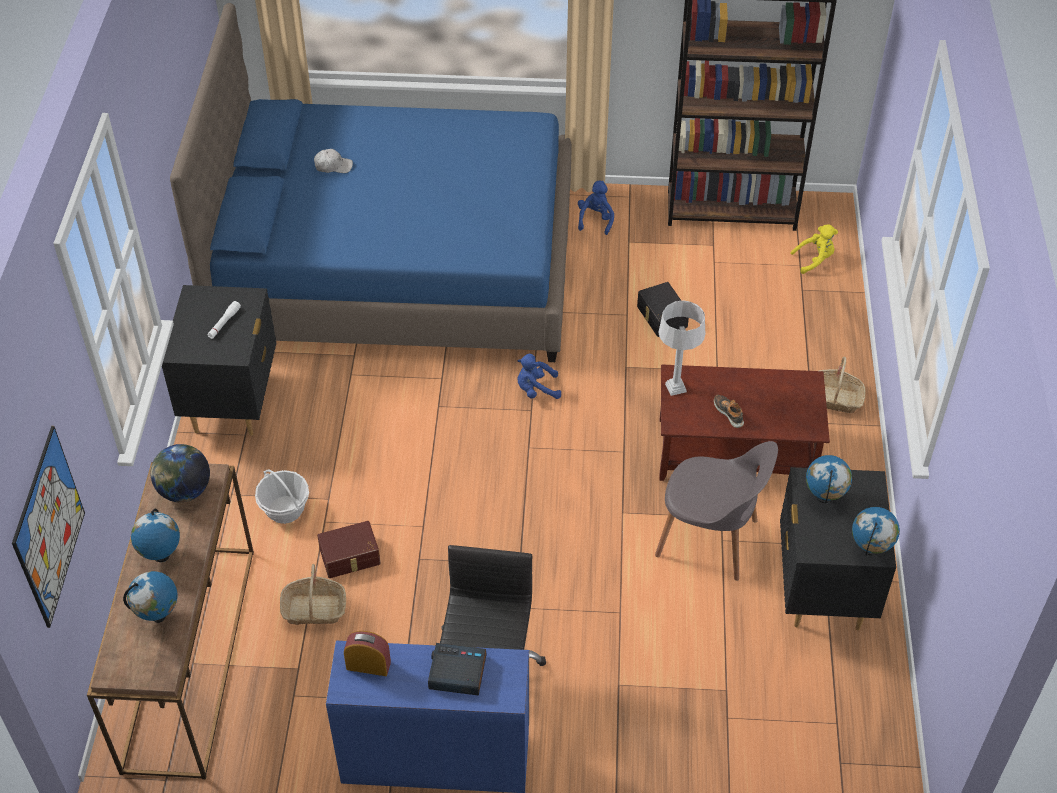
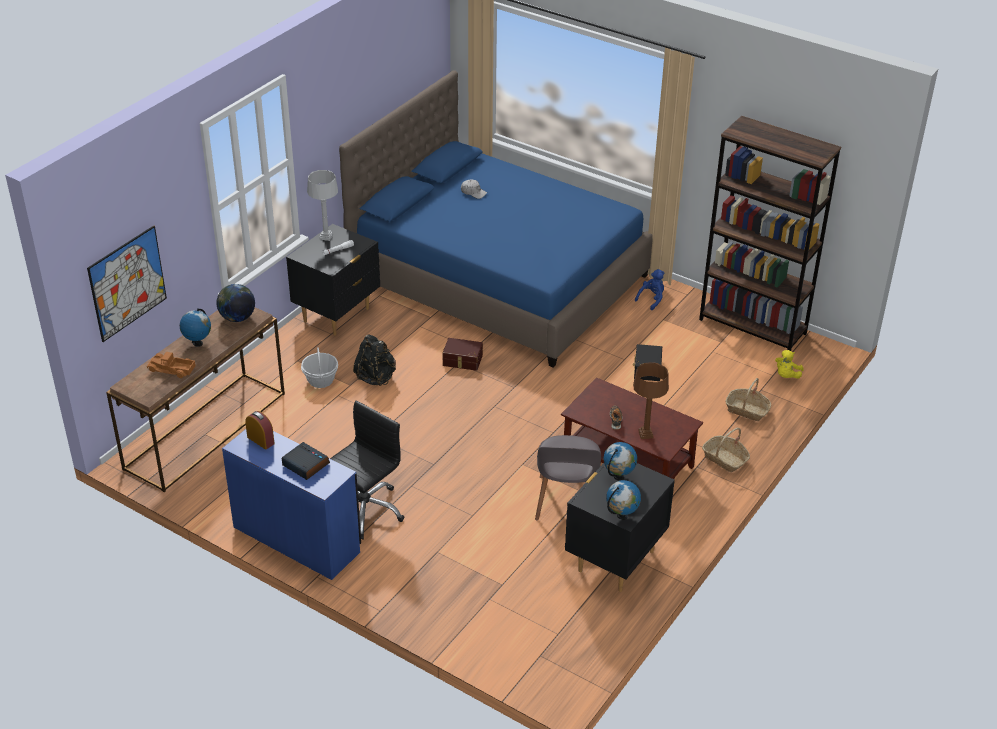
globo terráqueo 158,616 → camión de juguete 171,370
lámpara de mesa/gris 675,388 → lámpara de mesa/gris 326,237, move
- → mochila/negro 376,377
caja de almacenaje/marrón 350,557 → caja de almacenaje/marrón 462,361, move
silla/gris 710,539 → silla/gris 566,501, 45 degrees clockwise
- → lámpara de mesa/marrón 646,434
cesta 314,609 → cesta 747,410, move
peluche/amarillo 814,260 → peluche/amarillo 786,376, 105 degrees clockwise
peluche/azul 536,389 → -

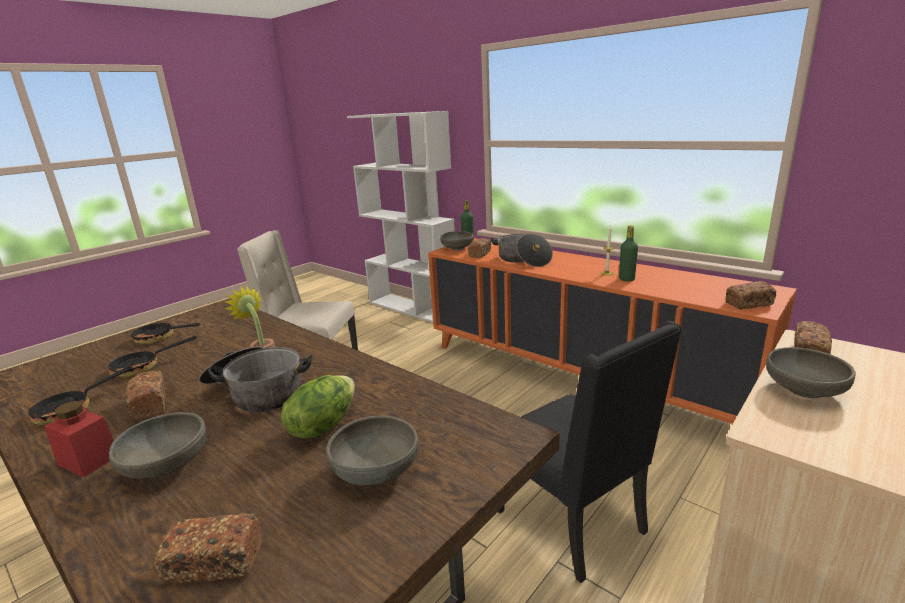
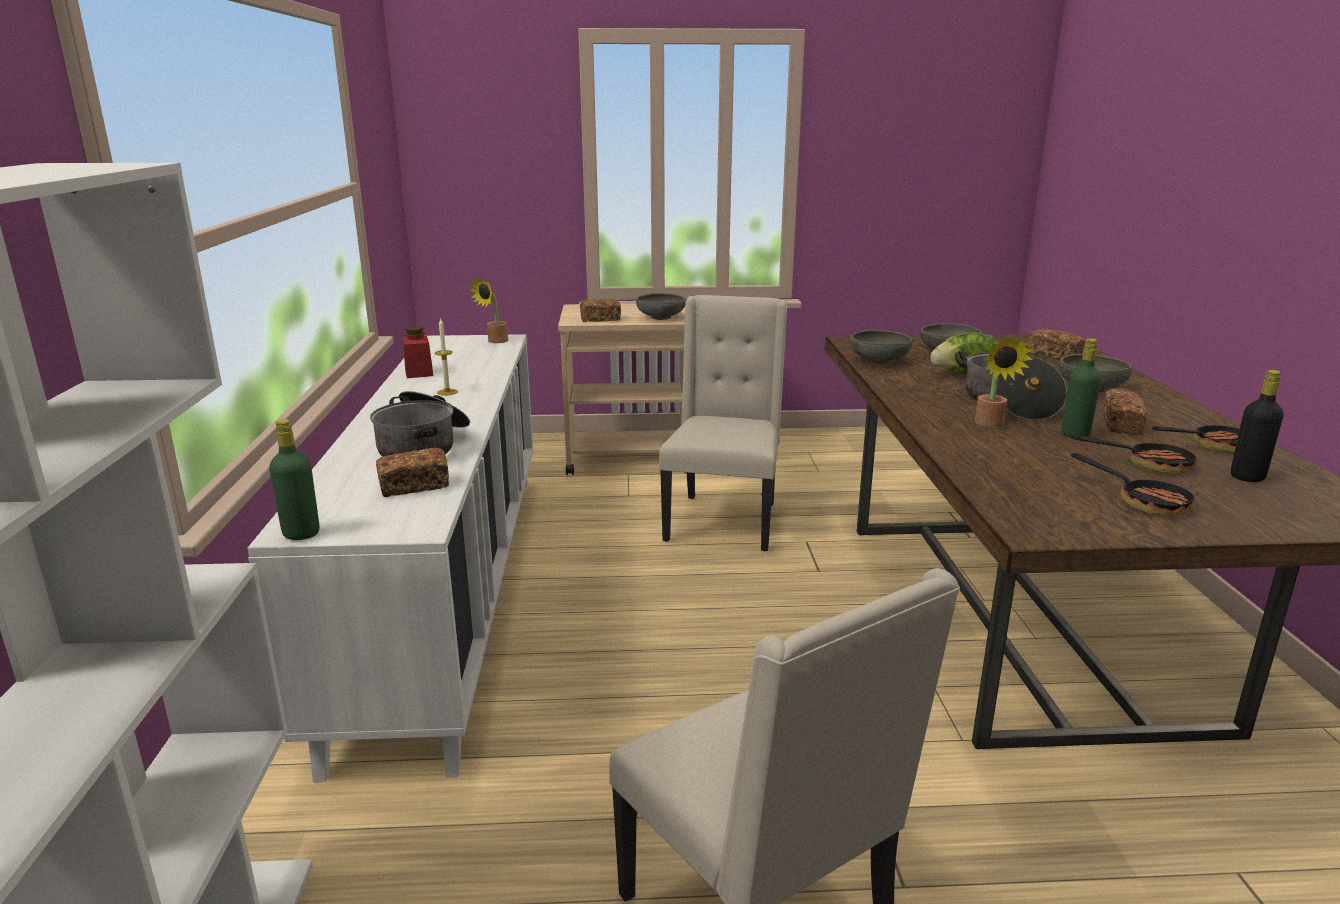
armario/naranja 578,376 → armario/blanco 448,592
tarro/rojo 89,460 → tarro/rojo 419,372, move
pan 749,304 → planta en maceta 494,341
silla/negro 573,522 → silla/beis 723,521
cuenco/gris 457,248 → cuenco/gris 879,360, move
botella/verde 626,279 → botella/verde 1075,434, move
- → botella/negro 1247,477

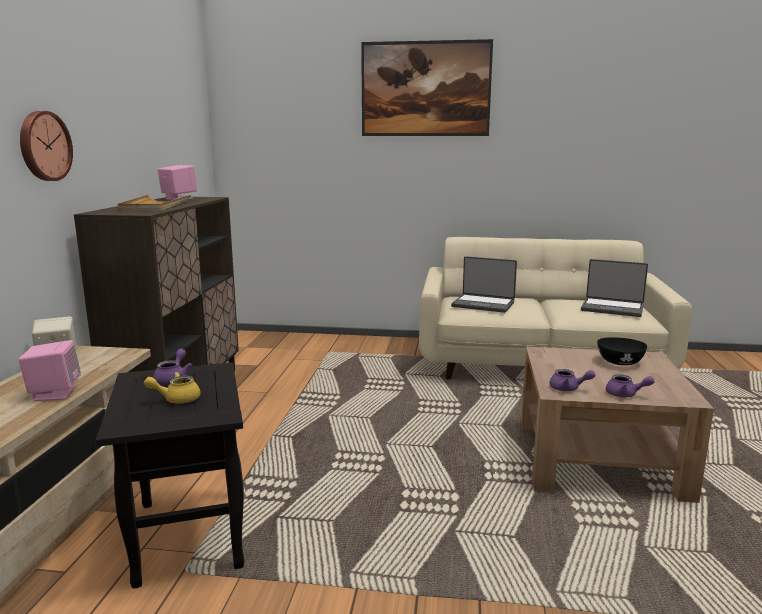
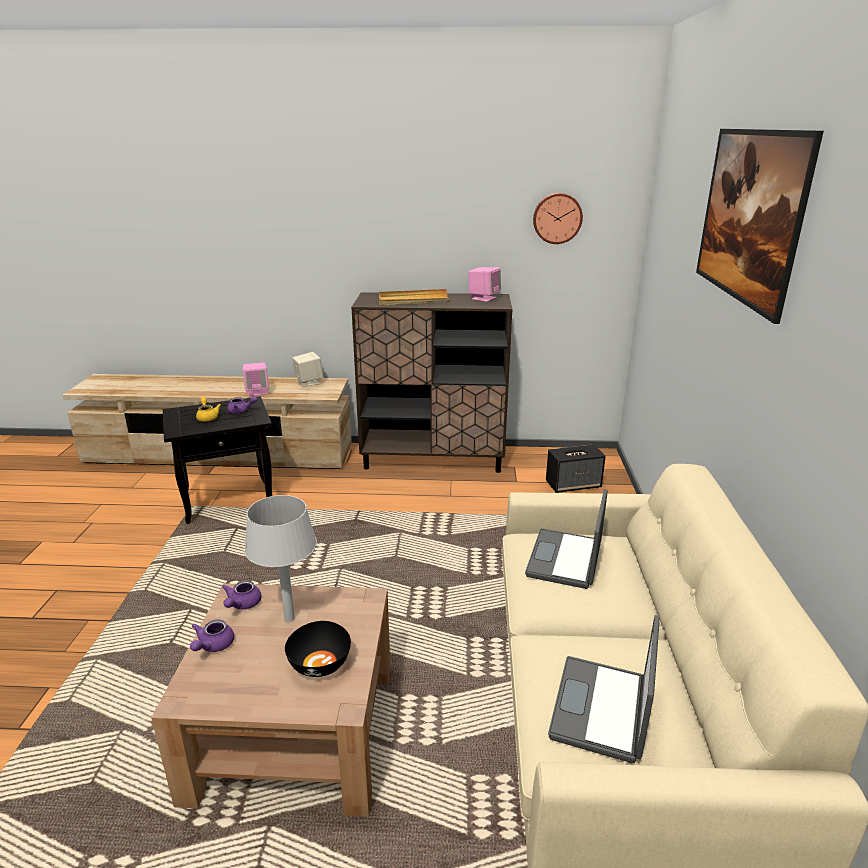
- → lámpara de mesa/gris 289,618
reloj de pared 43,146 → reloj de pared 557,218, move
- → altavoz 573,485

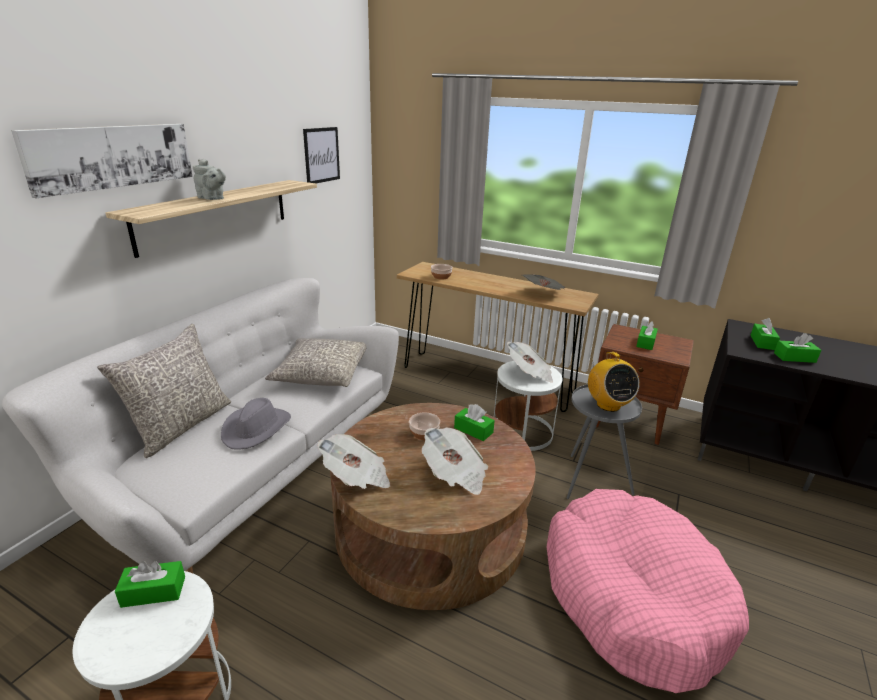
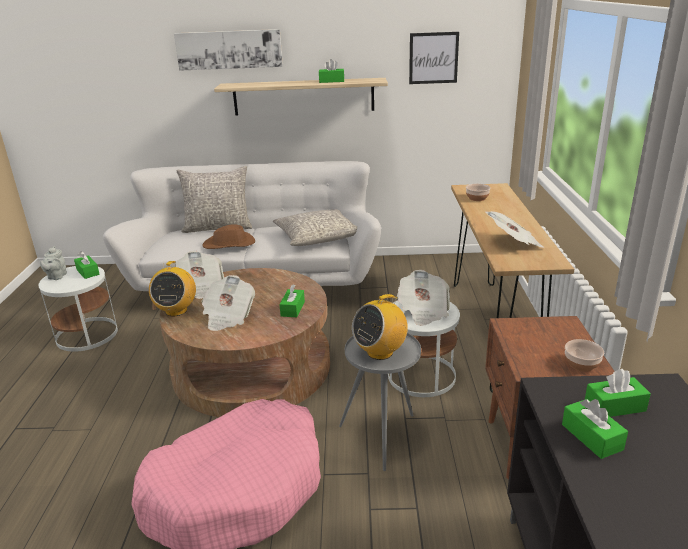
tetera/gris 212,198 → tetera/gris 56,277, move
- → radio 176,310
sombrero/gris 256,429 → sombrero/marrón 229,244
caja de pañuelos/verde 645,343 → caja de pañuelos/verde 331,81, move
cuenco 424,433 → cuenco 581,364, move

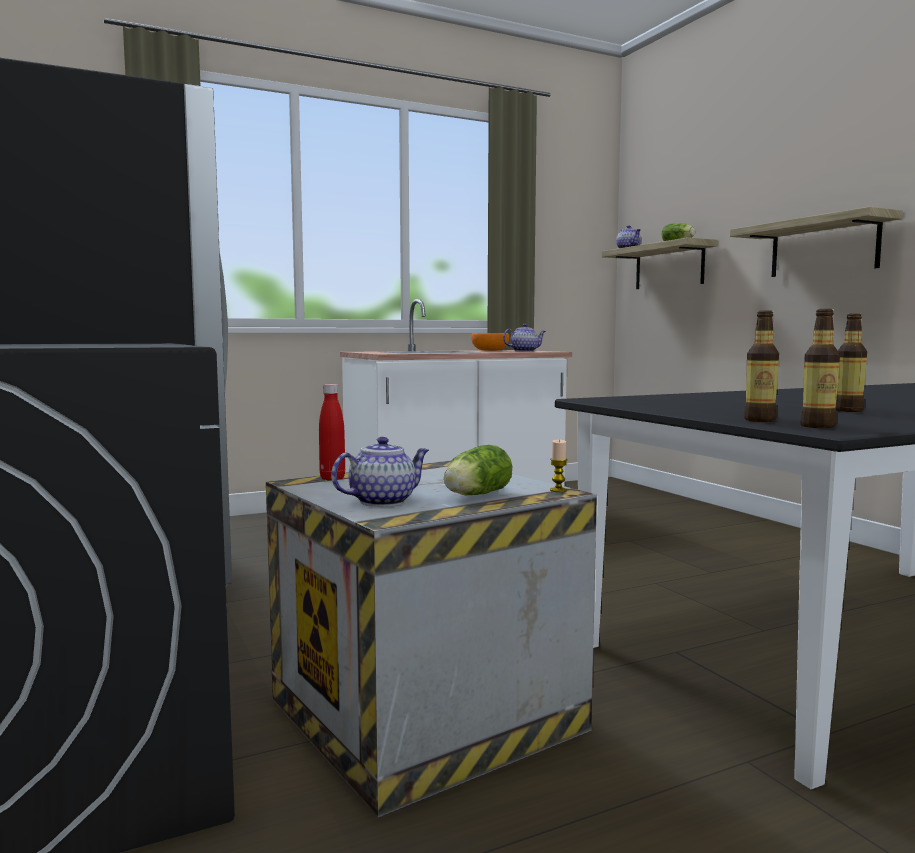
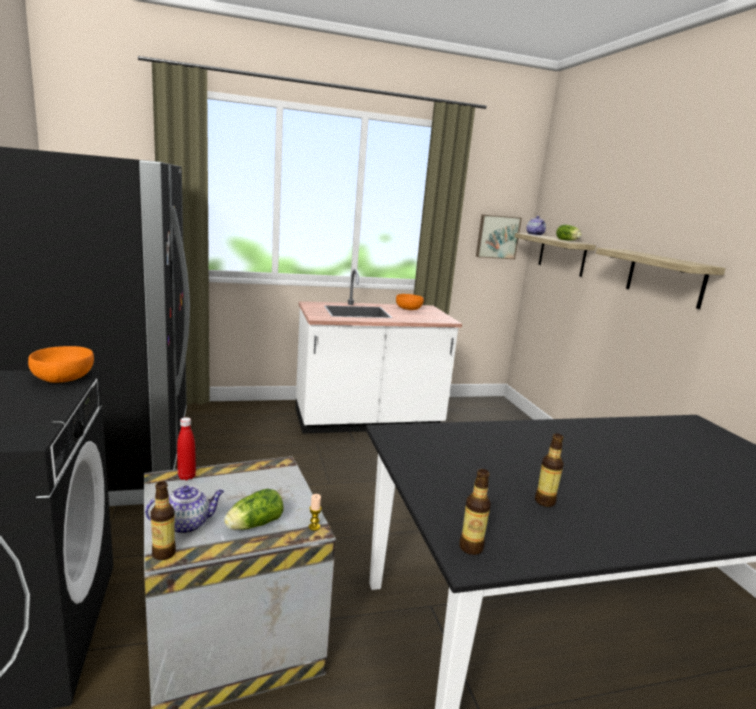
- → cuenco/naranja 64,378
botella 760,420 → botella 164,553, move
- → cuadro 497,237
tetera 524,351 → -

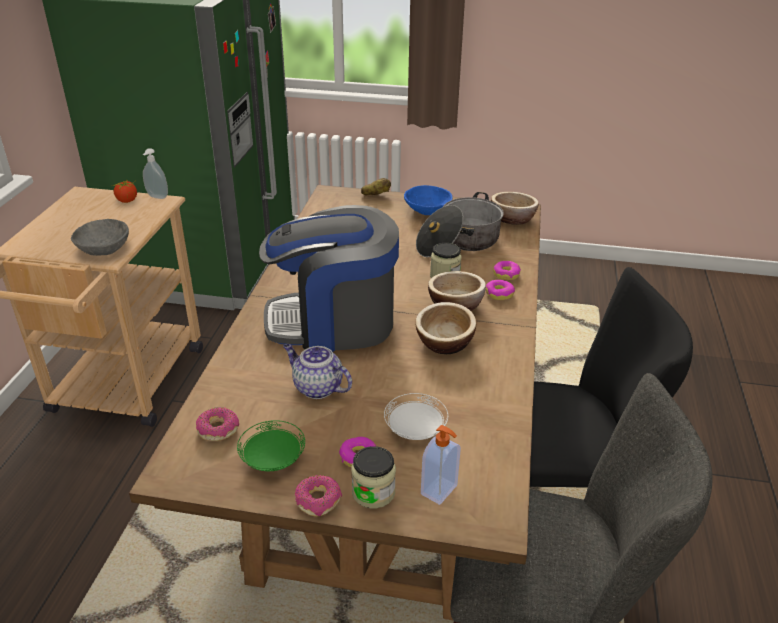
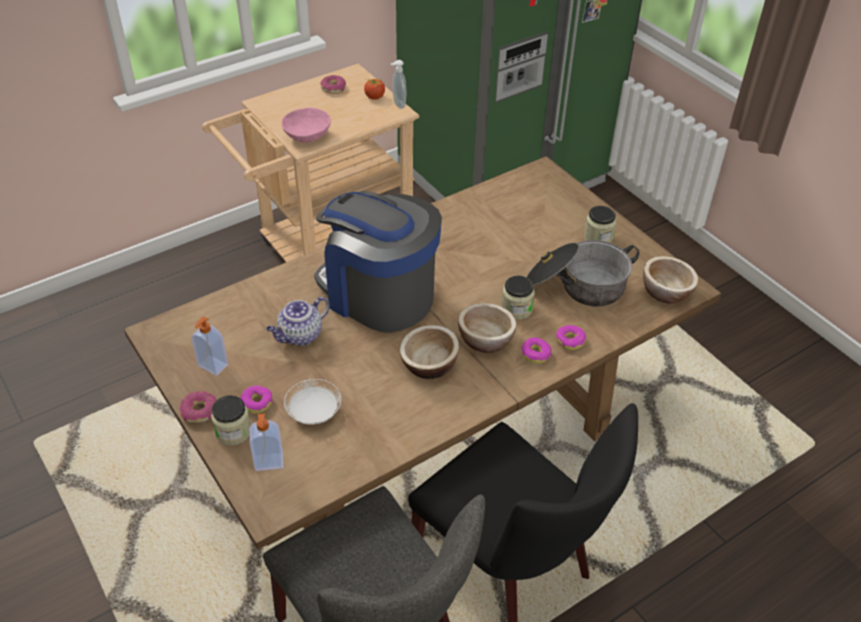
plato/verde 273,459 → dispensador de jabón 212,366
tetera 316,387 → tetera 300,336, 120 degrees counterclockwise
cuenco/gris 104,249 → cuenco/rosa 308,136
rosquilla 218,429 → rosquilla 333,88, move
cuenco/azul 426,212 → tarro 598,237
patata 376,195 → -

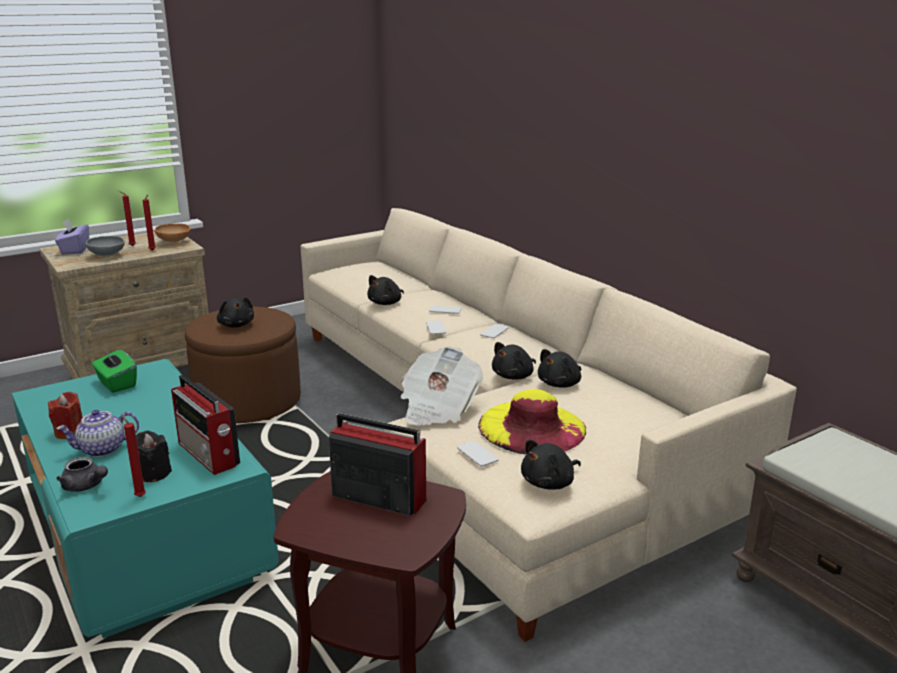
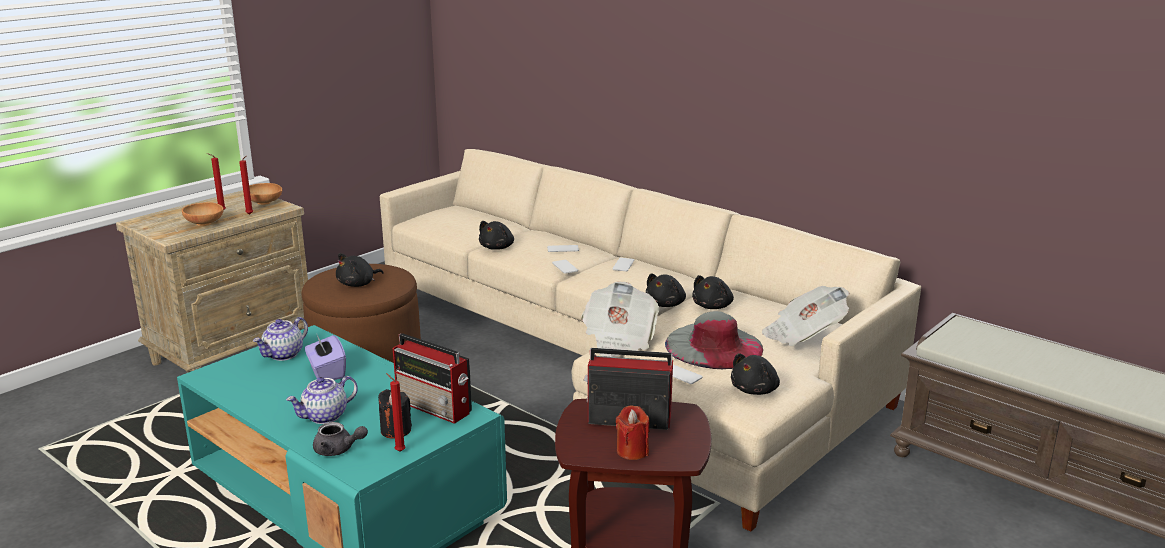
cuenco/gris 107,256 → cuenco/marrón 205,224
caja de pañuelos/verde 116,384 → tetera 283,355
caja de pañuelos/morado 74,250 → caja de pañuelos/morado 327,372, move
peluche/negro 236,325 → peluche/negro 358,284, 90 degrees clockwise
vela/rojo 70,432 → vela/rojo 632,451, move
sombrero/amarillo 532,427 → sombrero/gris 714,346
- → periódico 803,335

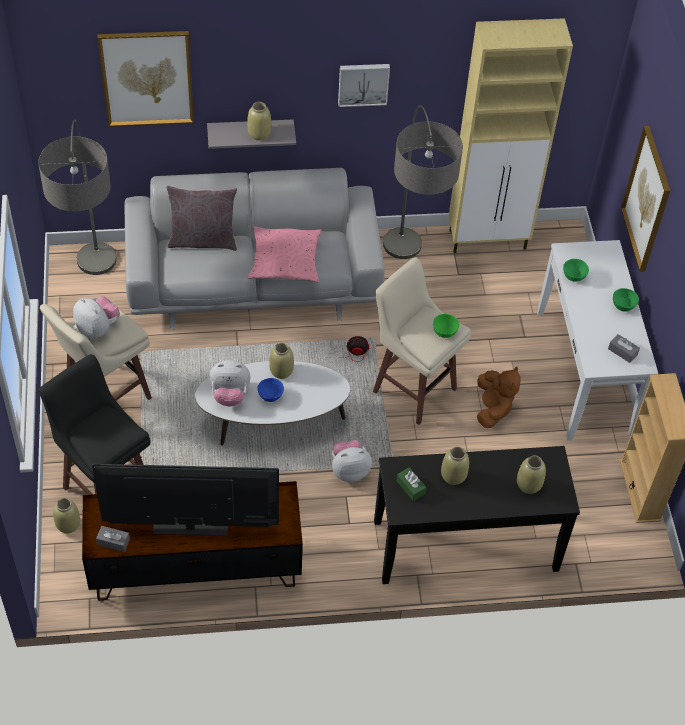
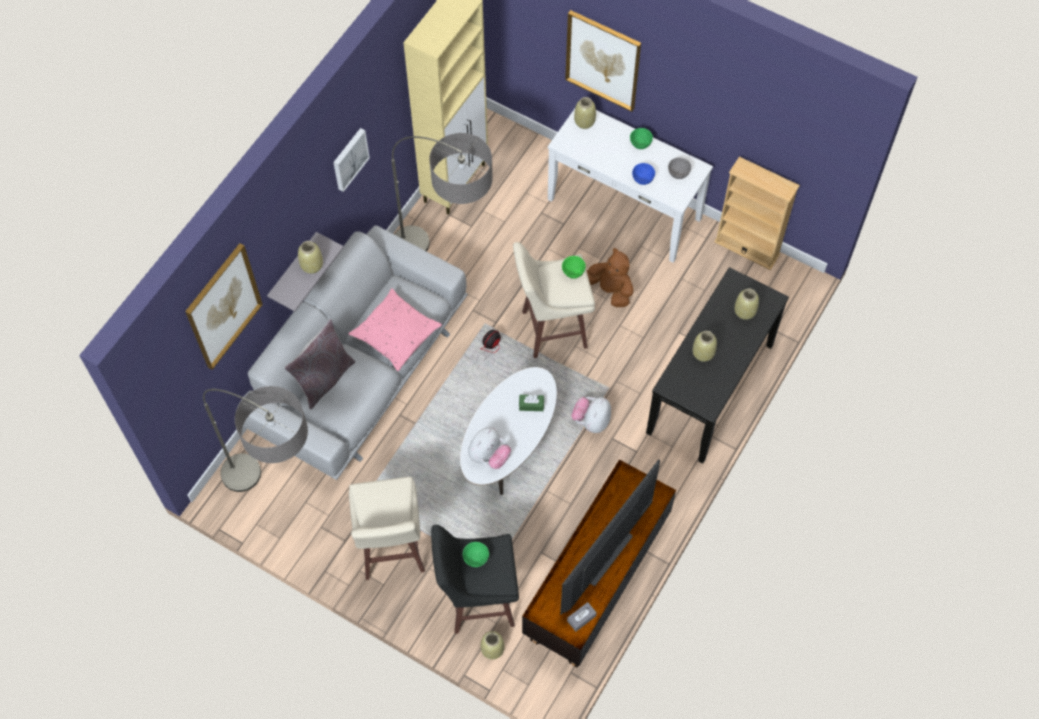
cuenco/verde 574,277 → cuenco/verde 476,558, move
caja de pañuelos/verde 410,487 → caja de pañuelos/verde 531,405, move
florero/beis 281,371 → florero/beis 584,122, move
cuenco/azul 270,396 → cuenco/azul 642,179, move
caja de pañuelos/gris 622,352 → cuenco/gris 678,173
peluche 98,328 → -

